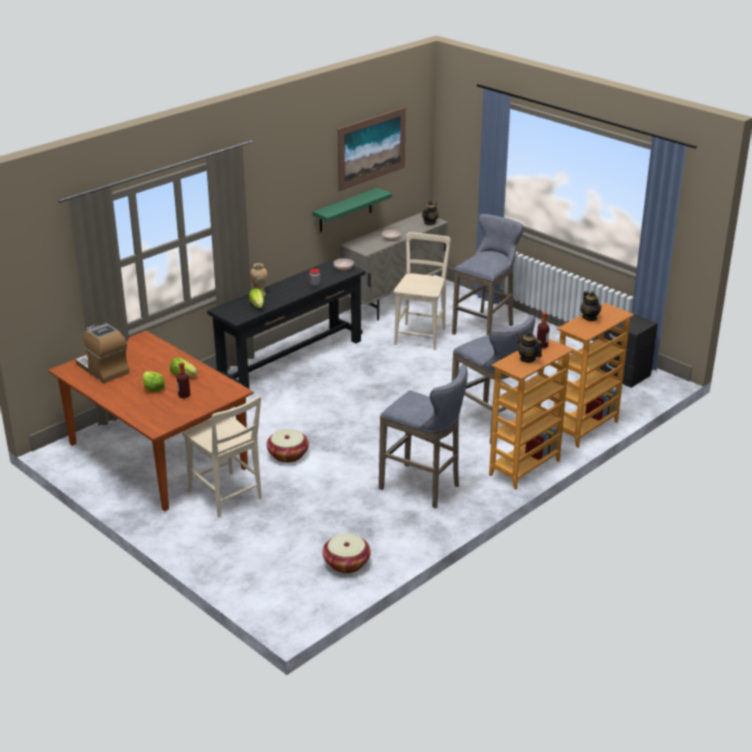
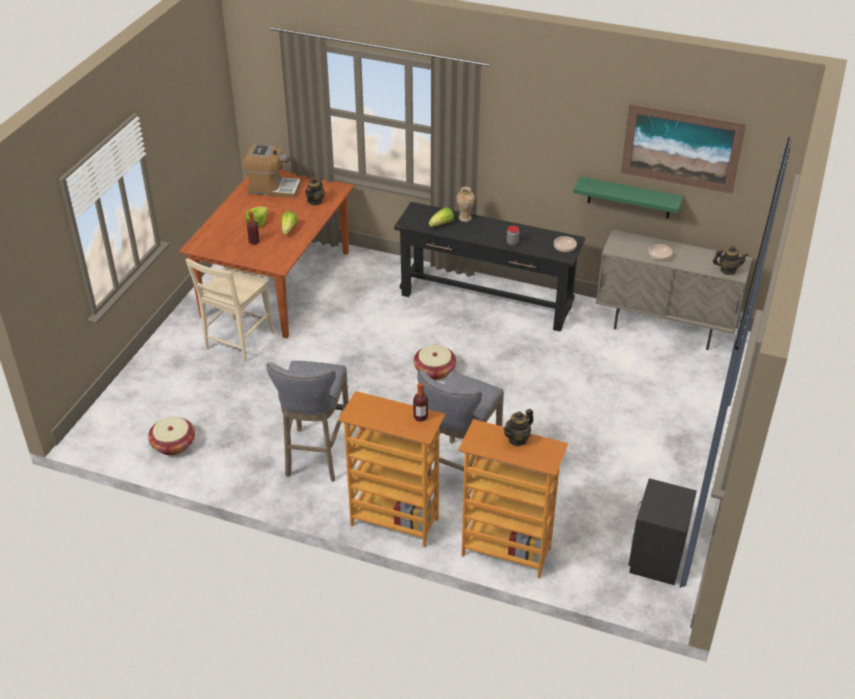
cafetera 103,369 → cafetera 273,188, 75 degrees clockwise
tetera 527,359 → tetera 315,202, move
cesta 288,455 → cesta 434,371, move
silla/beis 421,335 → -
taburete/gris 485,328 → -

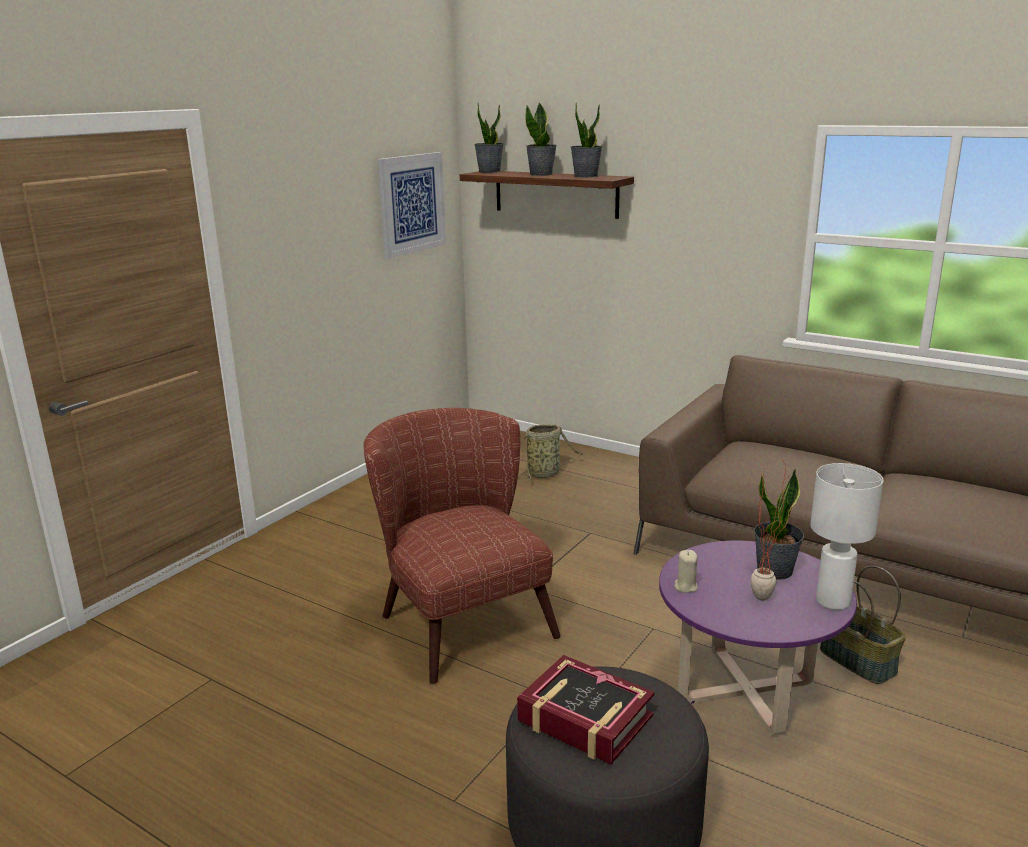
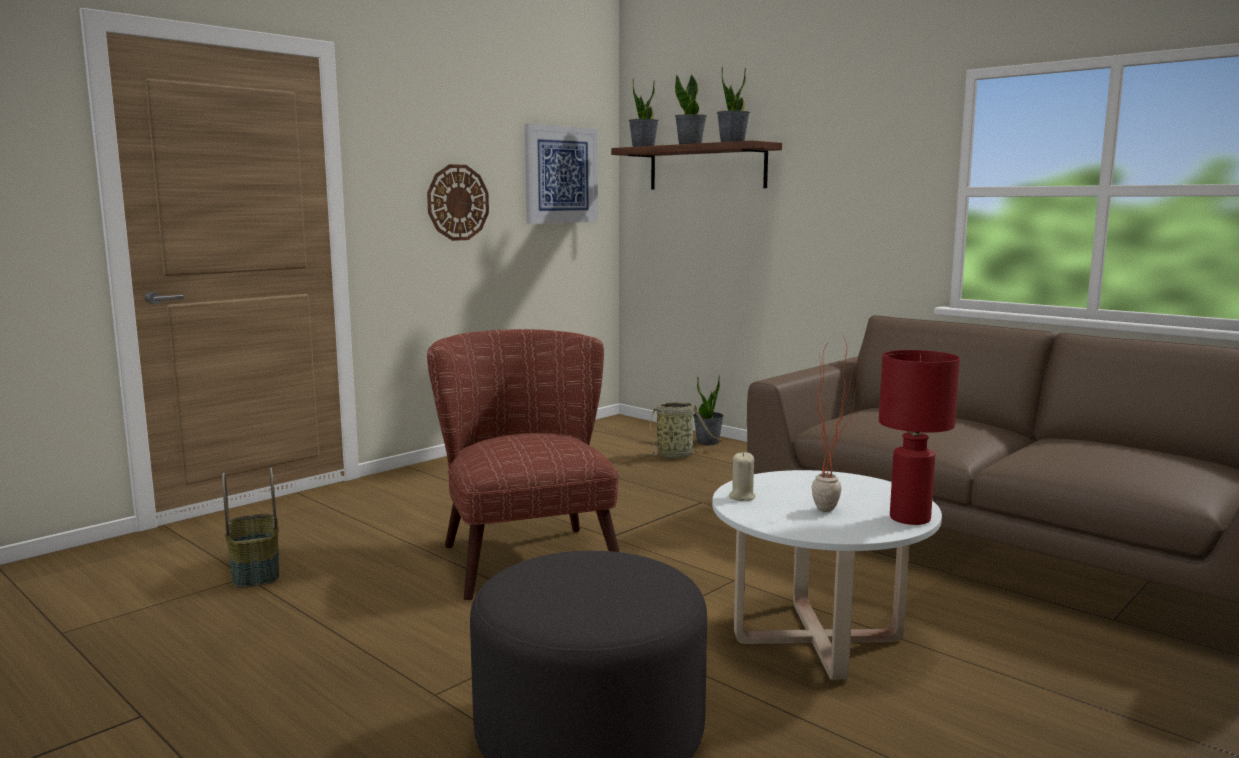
cesta 859,661 → cesta 257,571, move
- → reloj de pared 458,202
planta en maceta 775,571 → planta en maceta 708,442, move
mesa de centro/morado 745,690 → mesa de centro/blanco 817,639
lámpara de mesa/blanco 832,601 → lámpara de mesa/rojo 909,518
libro 584,719 → -

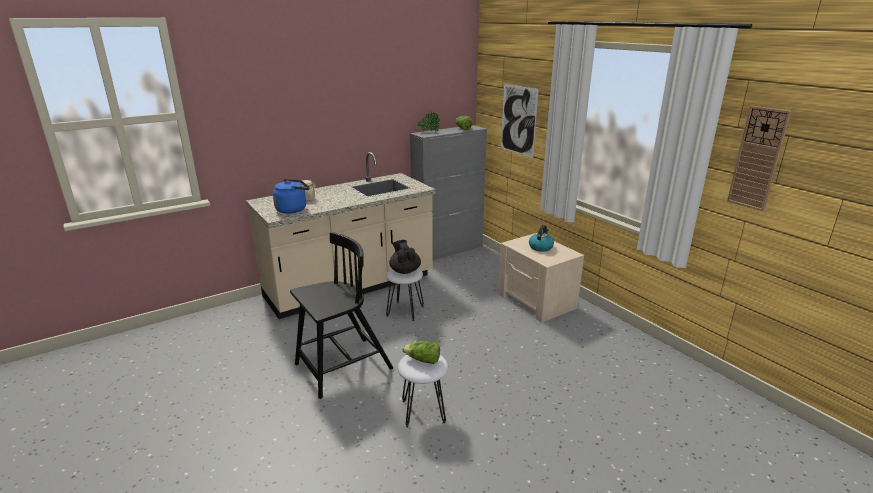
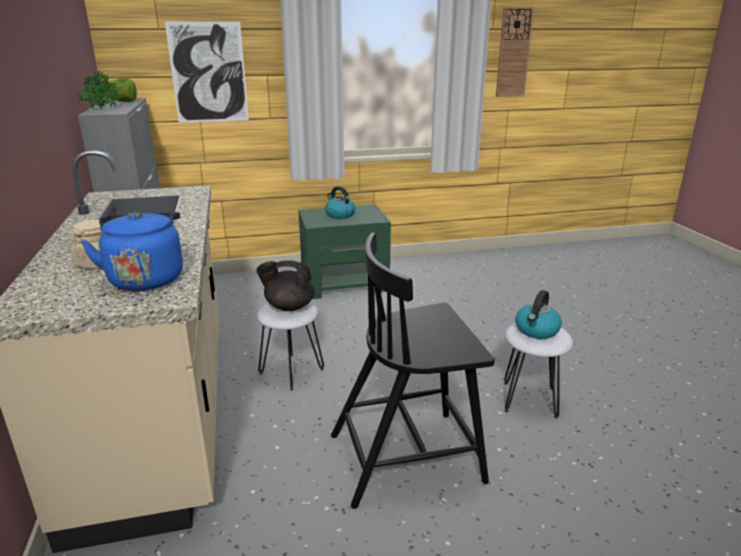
mesita de noche/beis 537,301 → mesita de noche/verde 345,282
silla/negro 342,367 → silla/negro 408,456, 90 degrees counterclockwise
lechuga 423,360 → hervidor 536,330

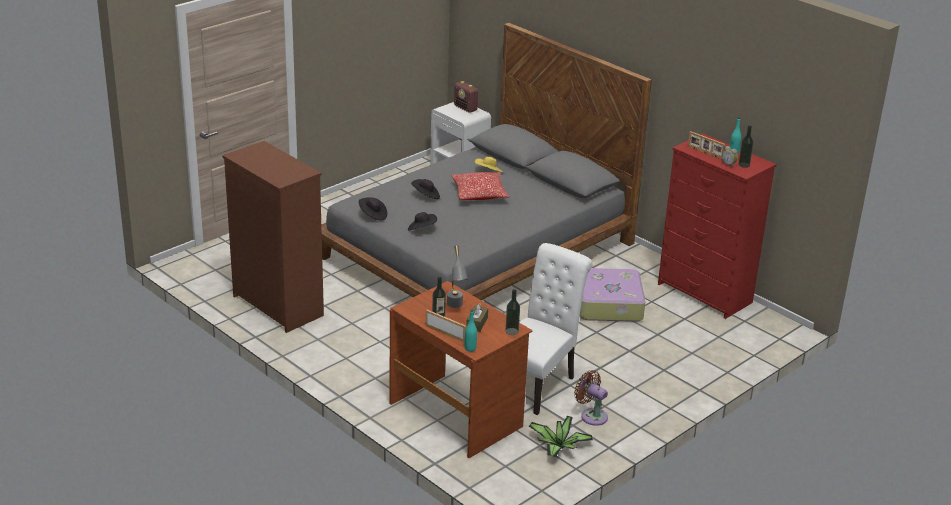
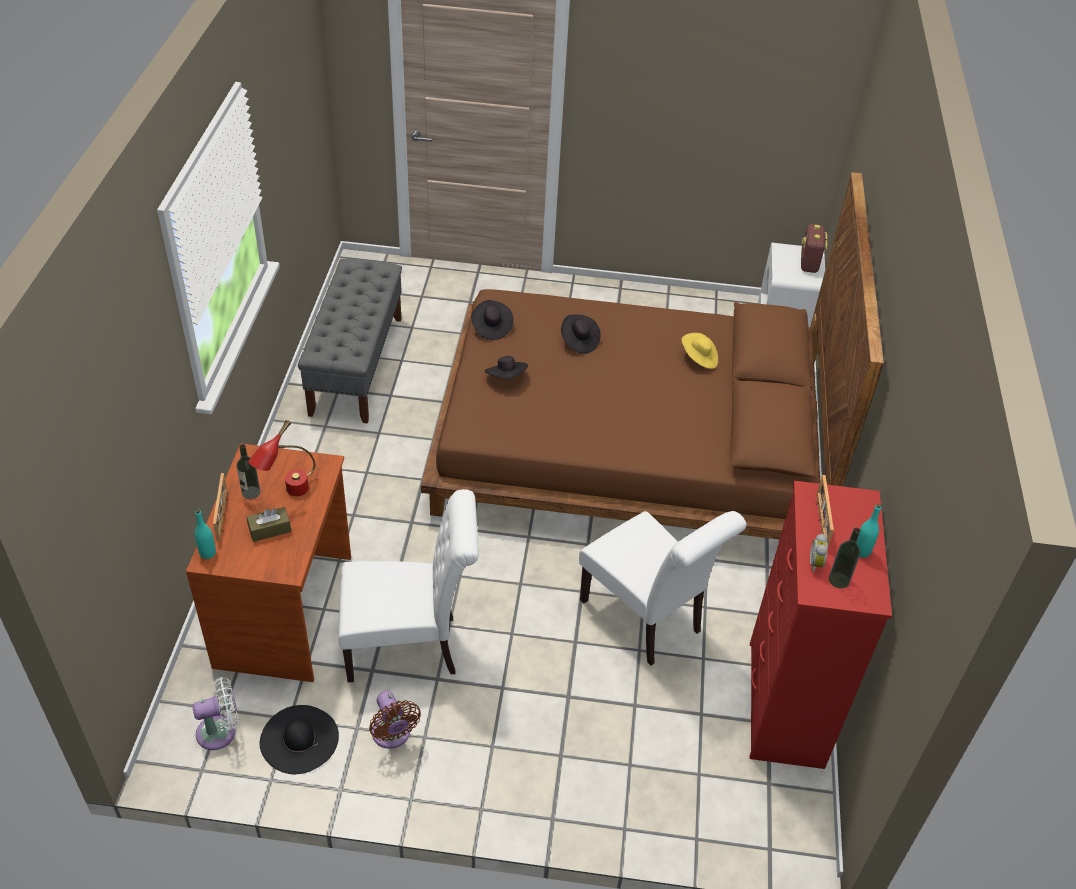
- → ventilador/blanco 220,731
lámpara de mesa/gris 455,308 → lámpara de mesa/rojo 288,494
planta en maceta 558,447 → sombrero/negro 299,739
cómoda/marrón 278,305 → banco/gris 356,365
ventilador/marrón 592,415 → ventilador/marrón 392,735, 150 degrees clockwise
cama/gris 477,250 → cama/marrón 628,443
maleta 608,305 → silla/blanco 646,620
cojín 479,194 → -
botella 512,331 → -

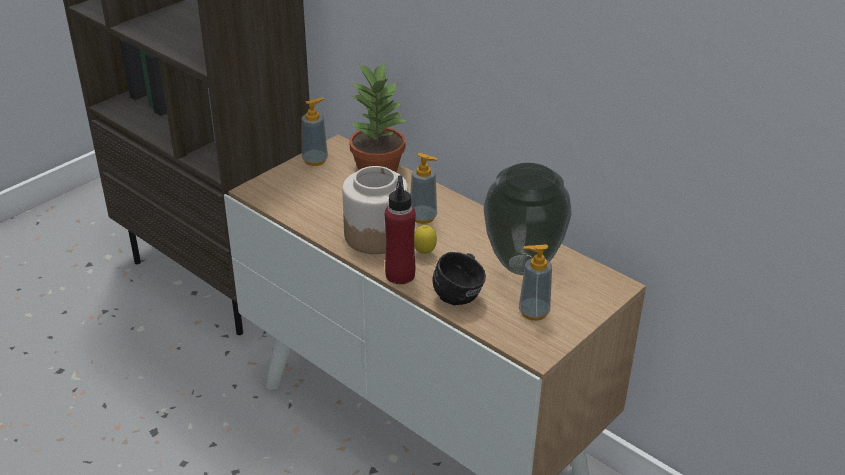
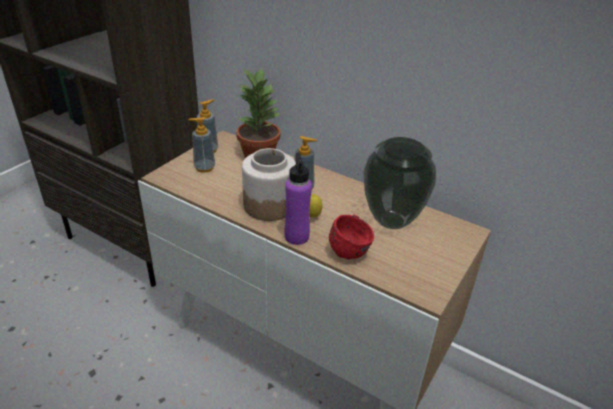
dispensador de jabón 533,312 → dispensador de jabón 204,168, move
botella/rojo 400,275 → botella/morado 296,236
taza grande/negro 461,294 → taza grande/rojo 351,249

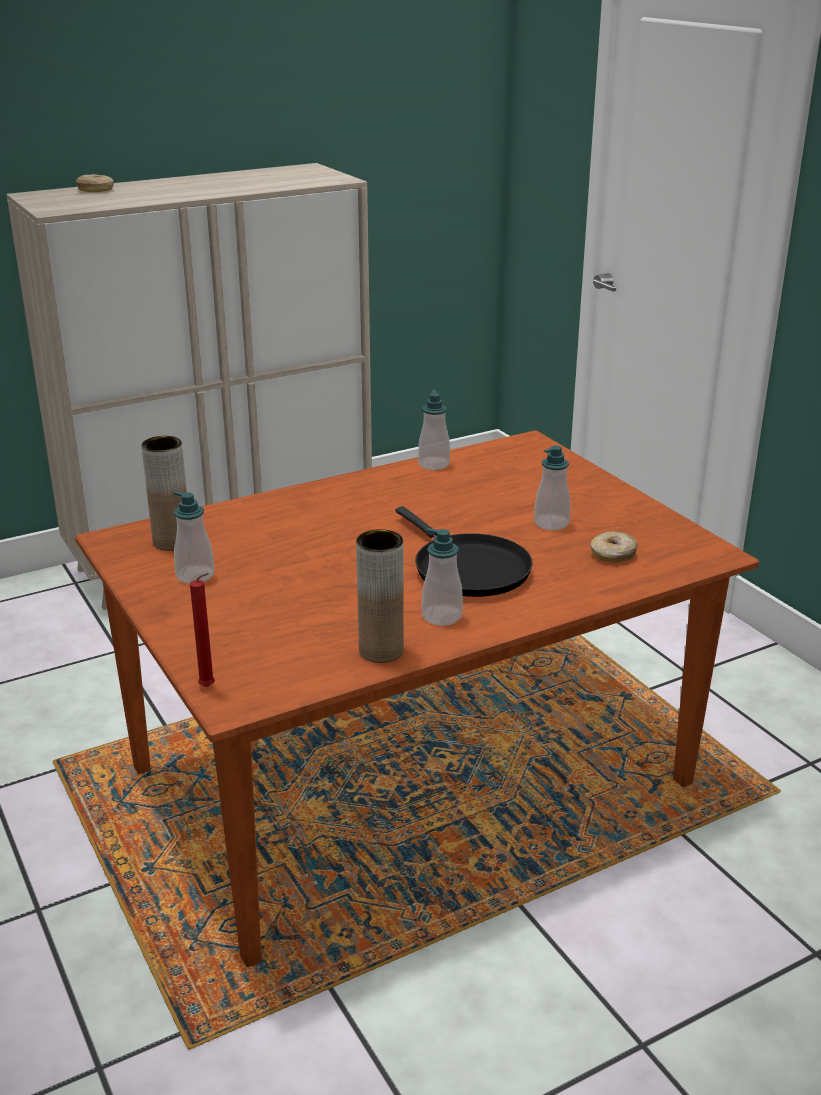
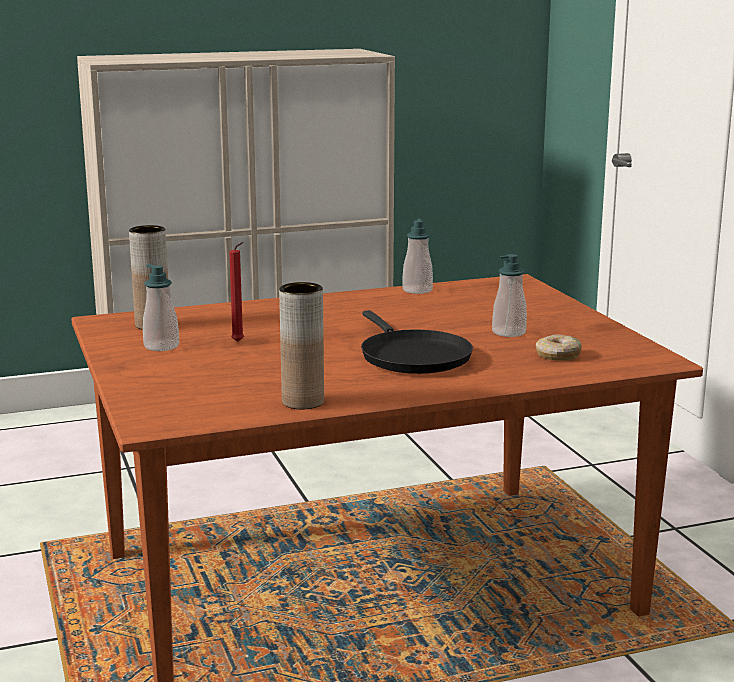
vela/rojo 209,687 → vela/rojo 239,342, move
rosquilla 96,190 → -
dispensador de jabón 442,616 → -

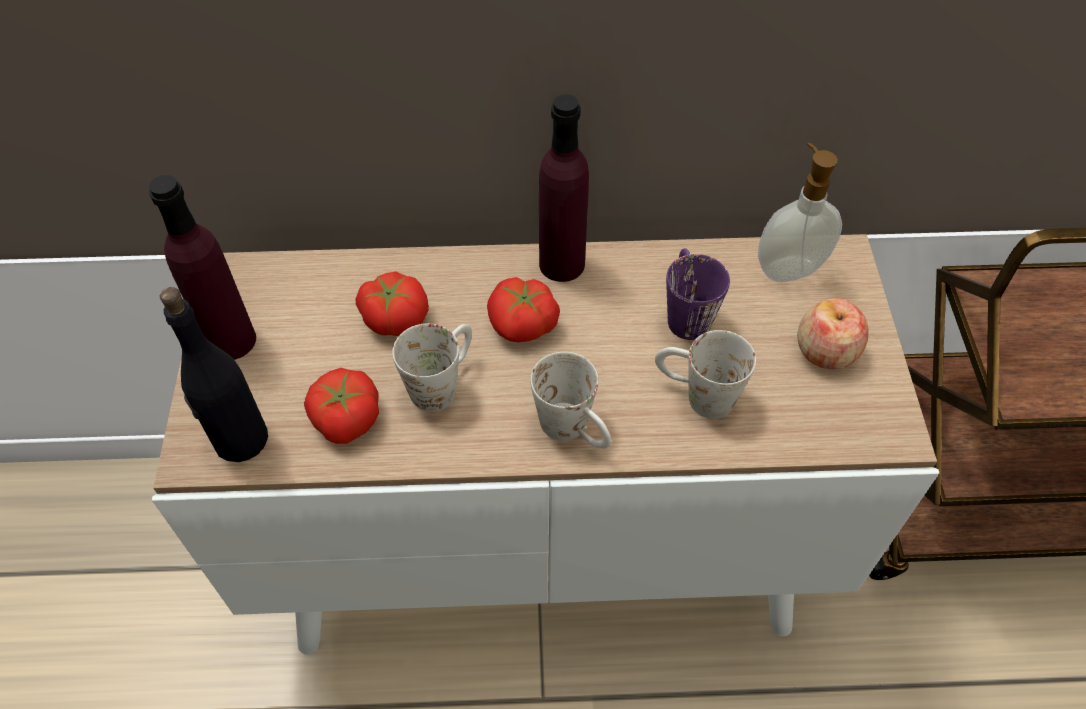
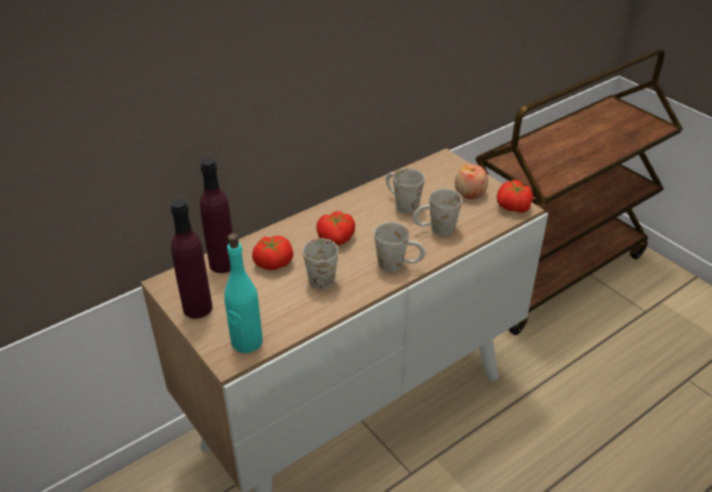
botella/morado 561,264 → botella/morado 223,264, move
botella/negro 240,440 → botella/turquesa 246,342
taza grande/morado 685,311 → taza grande/blanco 401,204
tomate 345,419 → tomate 513,207, move
dispensador de jabón 788,268 → -

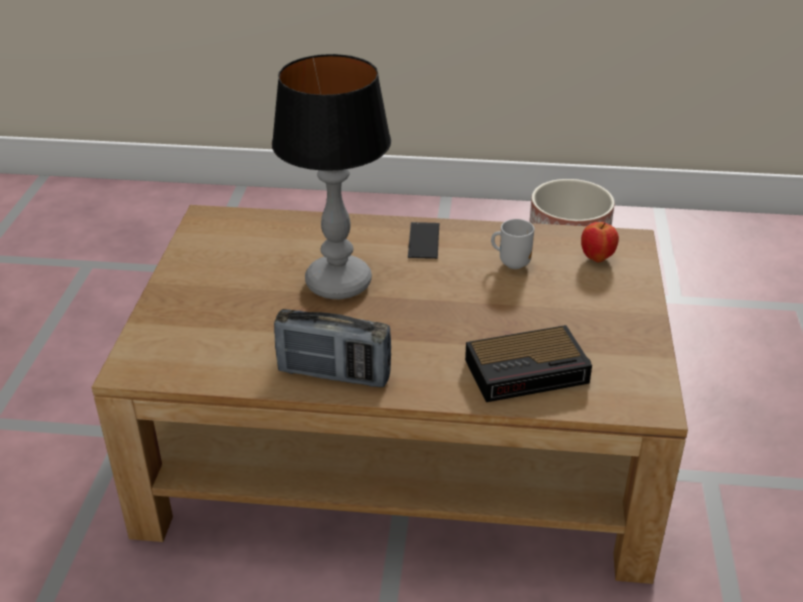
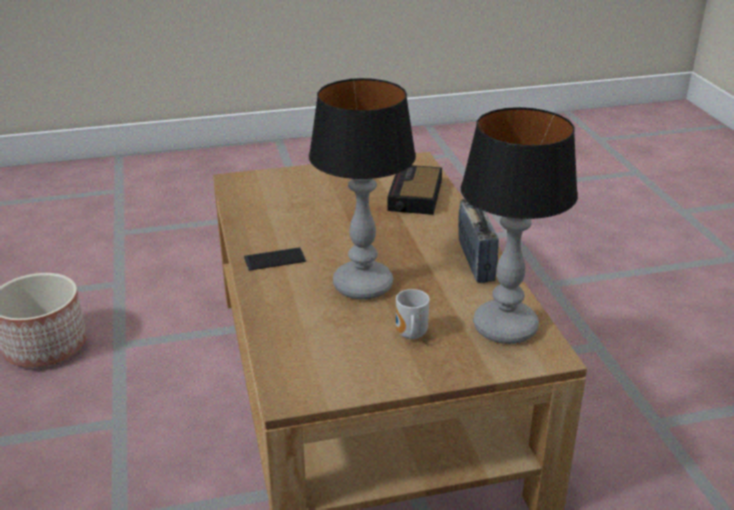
despertador 529,371 → despertador 415,196, 135 degrees counterclockwise
taza grande 512,263 → taza grande 410,336, move
- → lámpara de mesa 506,328
manzana 597,258 → -

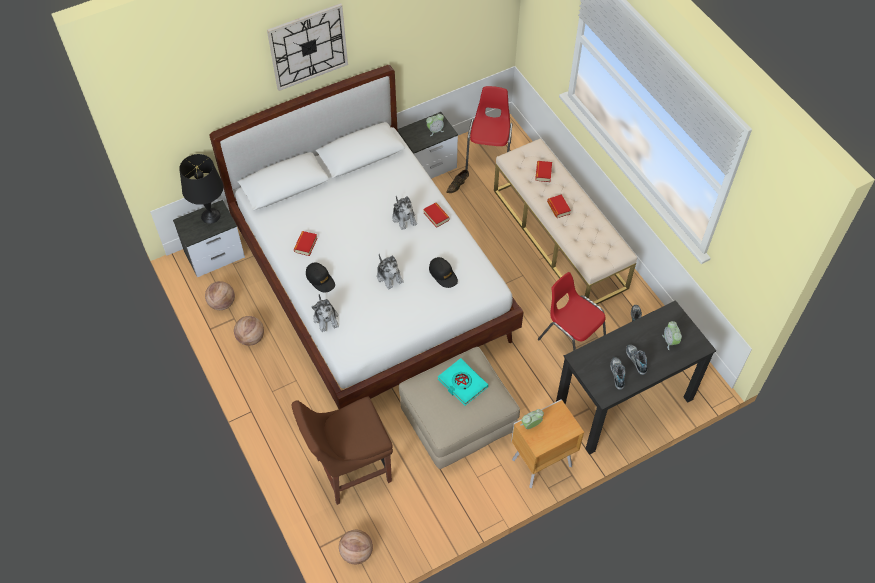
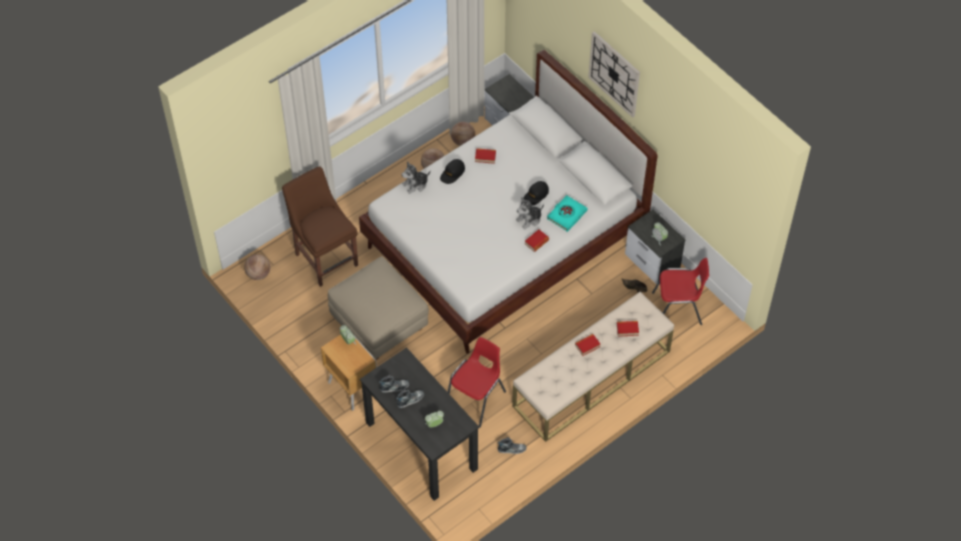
gorra/negro 443,274 → gorra/negro 536,195, move
libro/turquesa 462,383 → libro/turquesa 566,215, move
lámpara de mesa/negro 211,216 → -
peluche 389,276 → -

